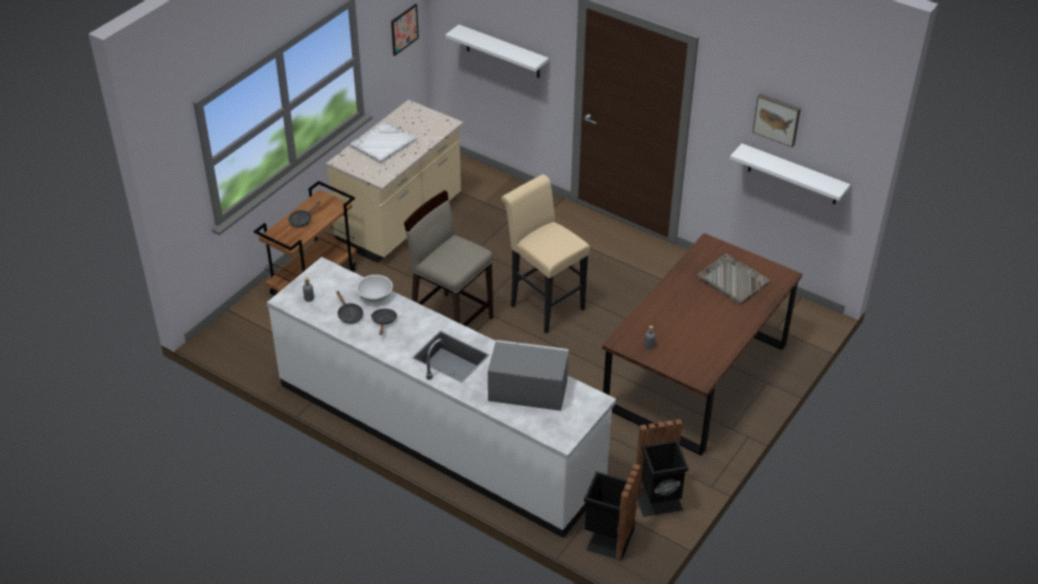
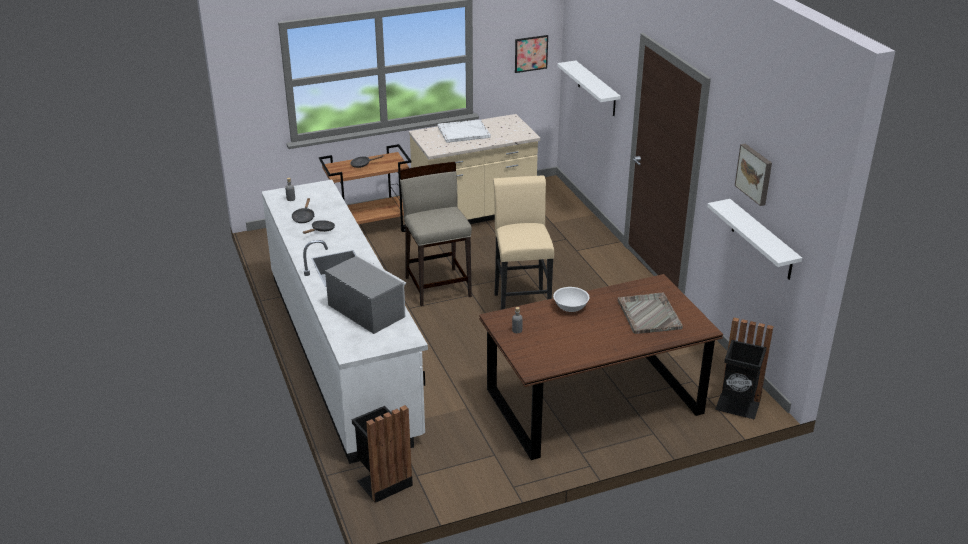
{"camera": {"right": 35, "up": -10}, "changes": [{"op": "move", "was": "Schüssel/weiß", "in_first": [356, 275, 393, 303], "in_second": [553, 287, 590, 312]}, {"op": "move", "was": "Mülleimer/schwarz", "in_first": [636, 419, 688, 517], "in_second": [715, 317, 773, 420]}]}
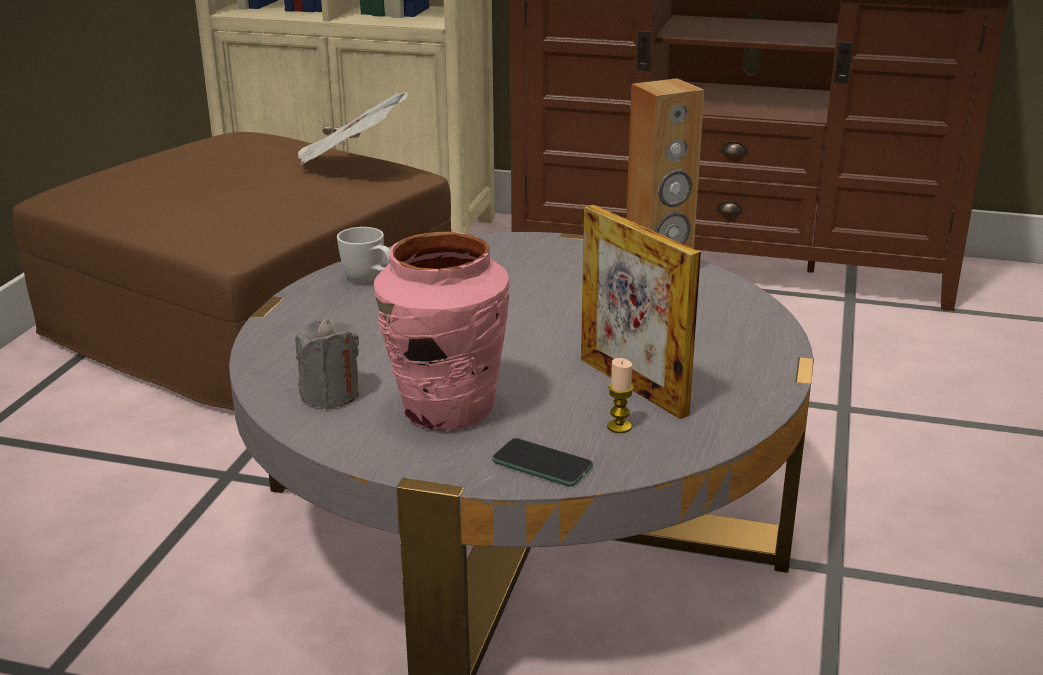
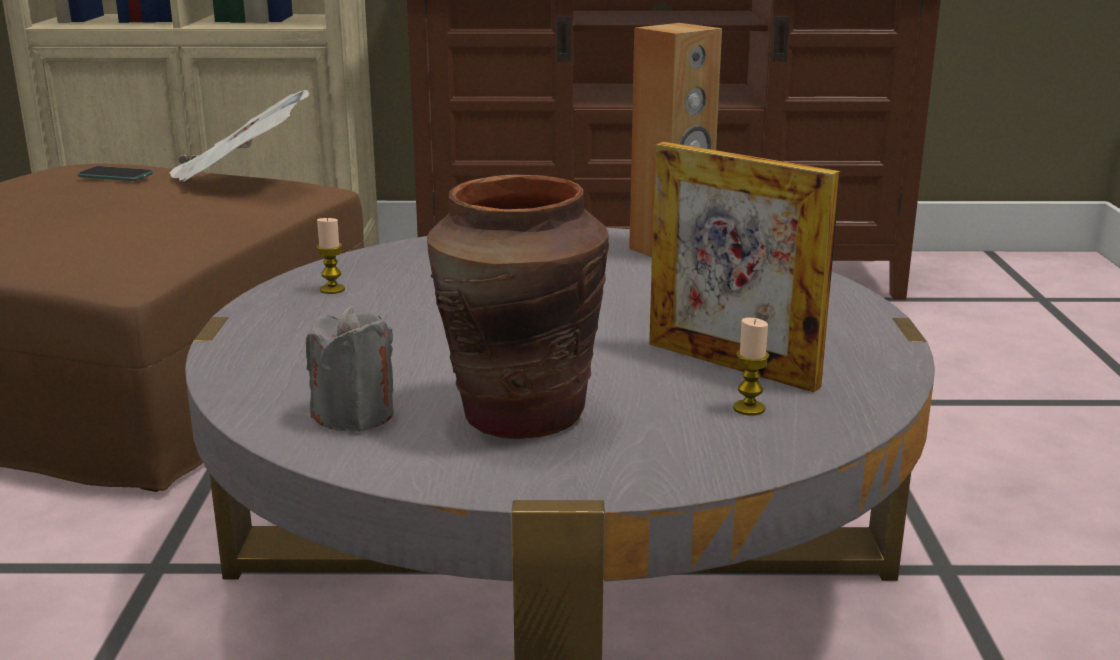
{"camera": {"right": -15, "up": -5}, "changes": [{"op": "move", "was": "Handy", "in_first": [492, 438, 593, 486], "in_second": [78, 166, 153, 181]}, {"op": "replace", "was": "Henkelbecher/weiß", "now": "Kerze", "in_first": [337, 227, 390, 282], "in_second": [316, 217, 345, 294]}, {"op": "recolor", "was": "Vase/rosa", "now": "Vase/braun", "in_first": [374, 232, 509, 430], "in_second": [427, 175, 609, 439]}]}
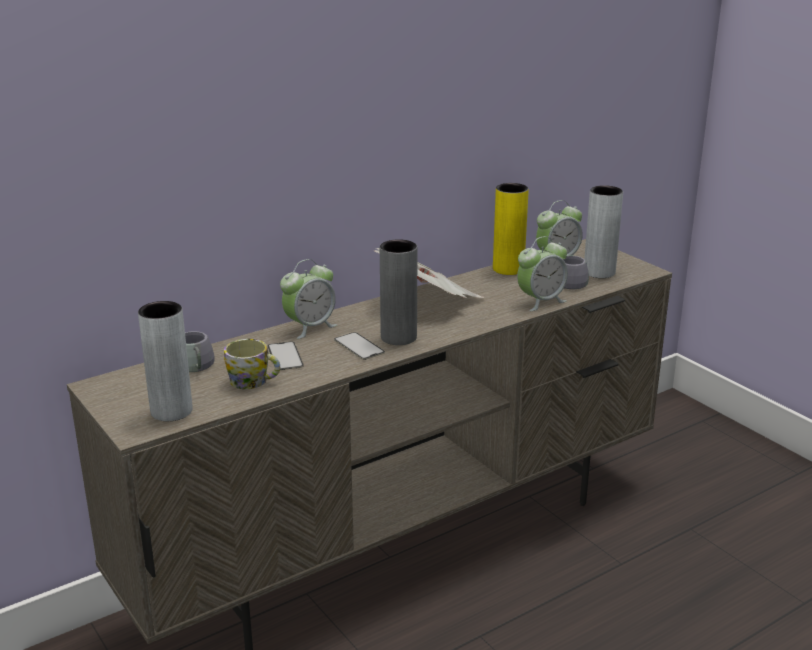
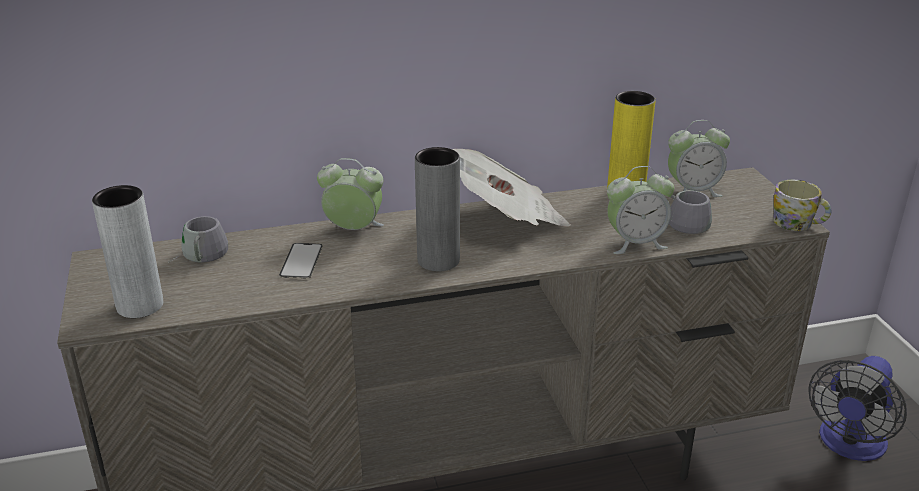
{"camera": {"right": 20, "up": 5}, "changes": [{"op": "delete", "was": "Handy", "in_first": [334, 332, 385, 360]}, {"op": "delete", "was": "Vase/grau", "in_first": [584, 185, 623, 278]}, {"op": "insert", "now": "Ventilator", "in_second": [808, 356, 907, 461]}, {"op": "move", "was": "Henkelbecher", "in_first": [224, 339, 280, 389], "in_second": [773, 180, 831, 231]}, {"op": "rotate", "was": "Wecker", "in_first": [280, 259, 337, 339], "in_second": [317, 158, 384, 230], "clockwise": -150}]}
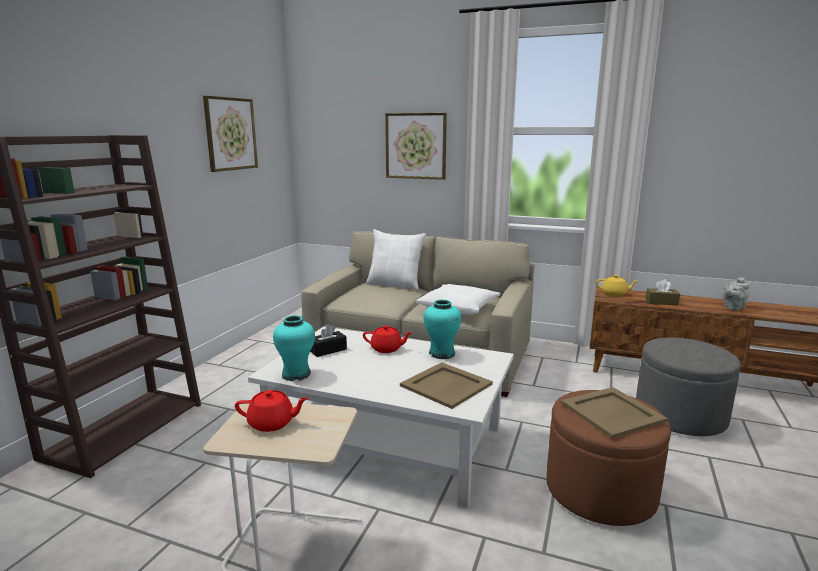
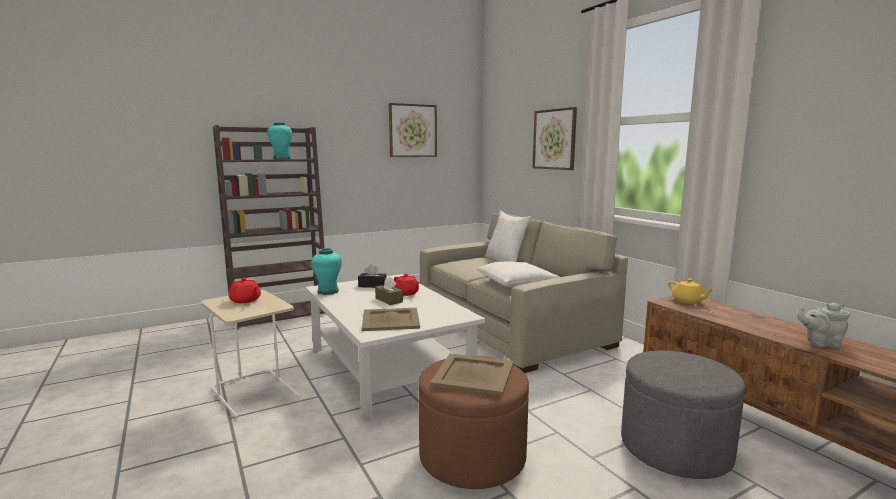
{"camera": {"right": 40, "up": -5}, "changes": [{"op": "move", "was": "Vase/türkis", "in_first": [423, 300, 462, 359], "in_second": [267, 122, 293, 159]}, {"op": "move", "was": "Taschentuchbox/braun", "in_first": [646, 279, 680, 306], "in_second": [375, 277, 403, 305]}]}
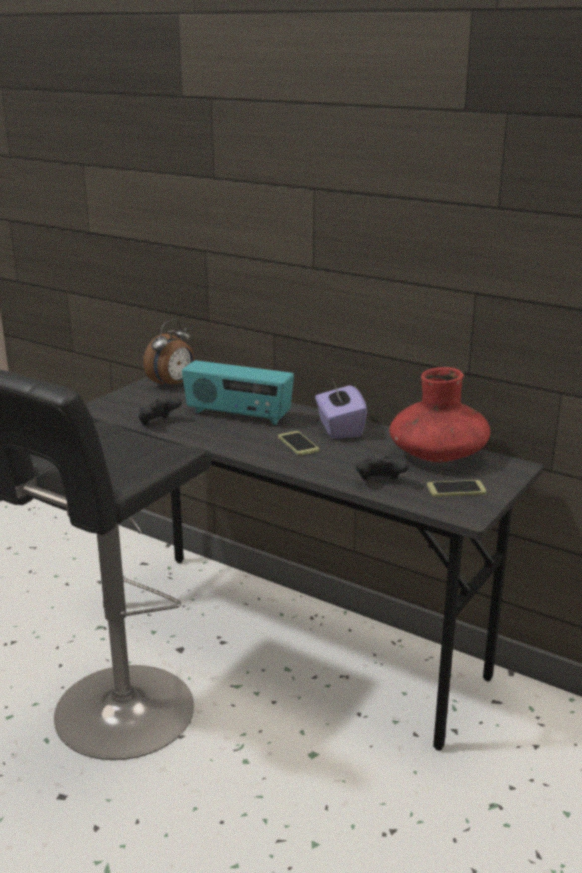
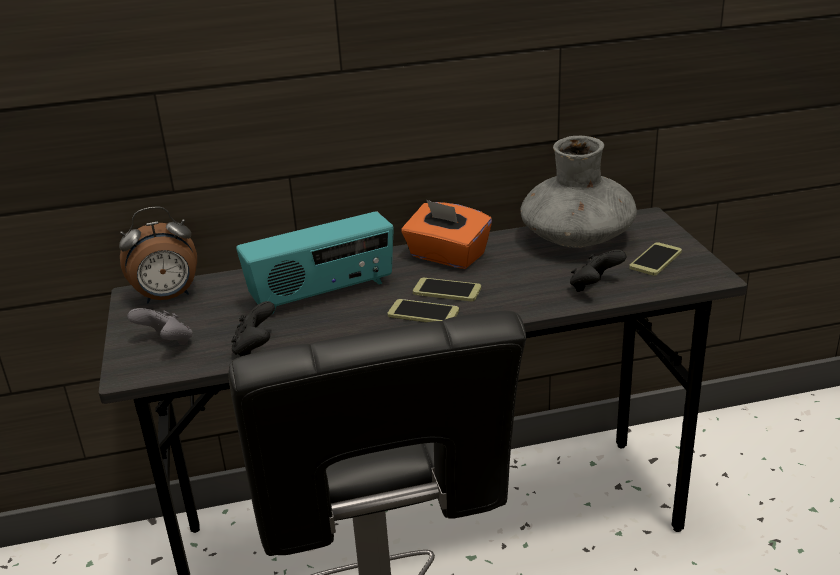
{"camera": {"right": -45, "up": 5}, "changes": [{"op": "insert", "now": "Gamepad/grau", "in_second": [127, 308, 193, 345]}, {"op": "insert", "now": "Handy", "in_second": [388, 299, 459, 322]}, {"op": "recolor", "was": "Taschentuchbox/lila", "now": "Taschentuchbox/orange", "in_first": [315, 379, 367, 439], "in_second": [401, 199, 492, 269]}, {"op": "recolor", "was": "Vase/rot", "now": "Vase/grau", "in_first": [389, 367, 490, 462], "in_second": [521, 136, 637, 248]}, {"op": "rotate", "was": "Wecker", "in_first": [143, 319, 194, 389], "in_second": [119, 207, 197, 303], "clockwise": 75}]}
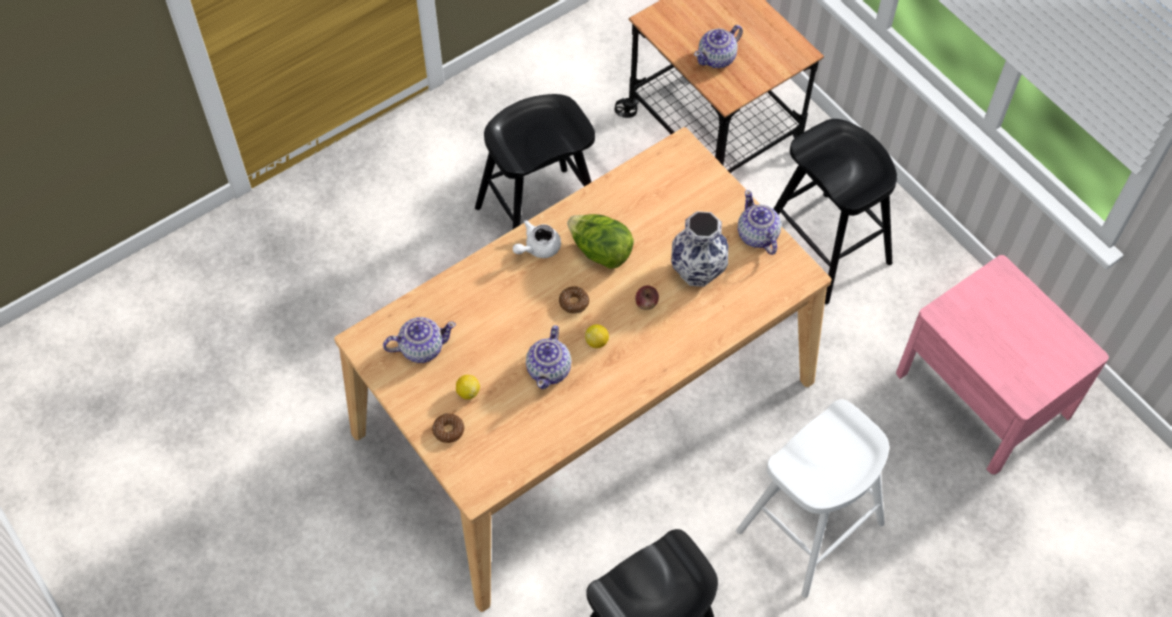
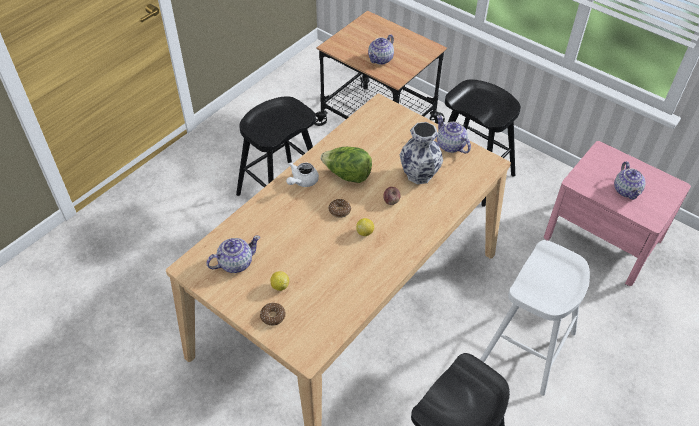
{"camera": {"right": -15, "up": -10}, "changes": [{"op": "move", "was": "Teekanne", "in_first": [526, 325, 571, 389], "in_second": [614, 161, 646, 200]}]}
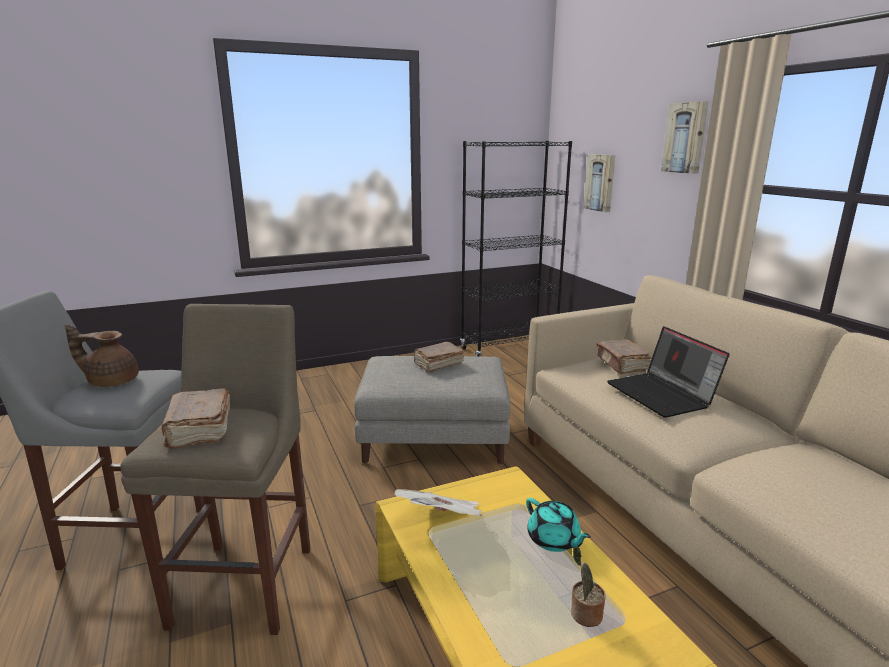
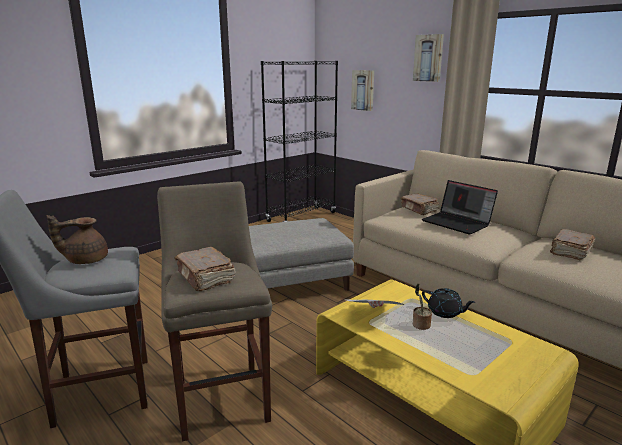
{"camera": {"right": -20, "up": 0}, "changes": [{"op": "move", "was": "Buch/braun", "in_first": [413, 342, 464, 373], "in_second": [550, 229, 595, 260]}, {"op": "move", "was": "Topfpflanze", "in_first": [571, 546, 606, 627], "in_second": [413, 283, 432, 330]}, {"op": "recolor", "was": "Teekanne/türkis", "now": "Teekanne/schwarz", "in_first": [526, 498, 591, 552], "in_second": [422, 288, 475, 318]}]}
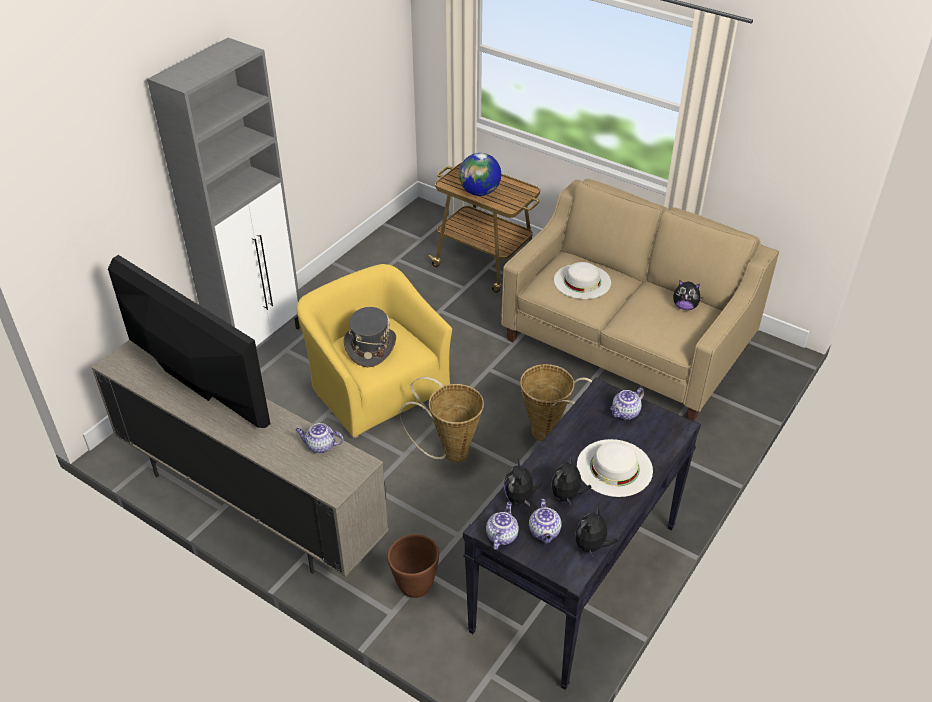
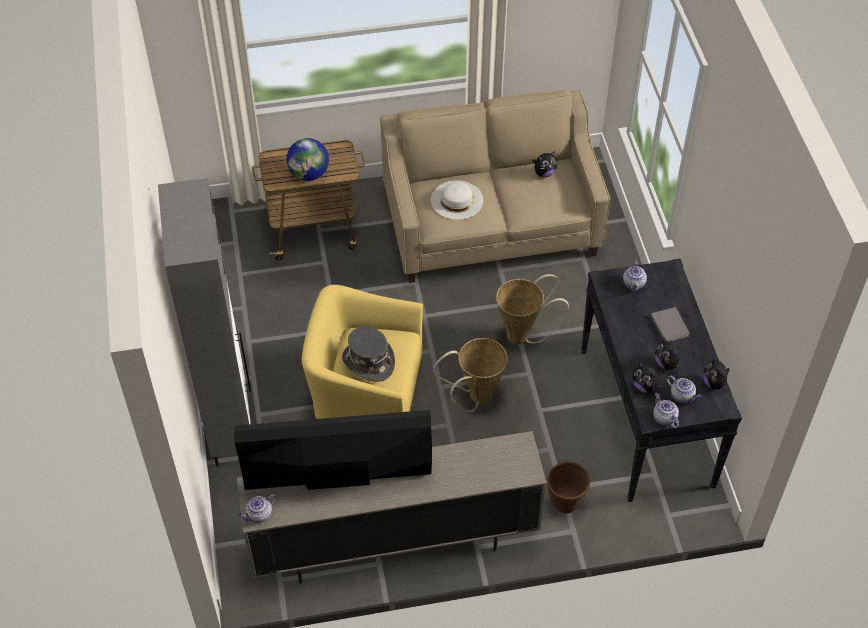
{"camera": {"right": -45, "up": 10}, "changes": [{"op": "move", "was": "Teekanne", "in_first": [295, 423, 344, 454], "in_second": [239, 494, 277, 523]}, {"op": "replace", "was": "Hut/weiß", "now": "Buch/grau", "in_first": [577, 439, 653, 497], "in_second": [651, 307, 690, 342]}]}
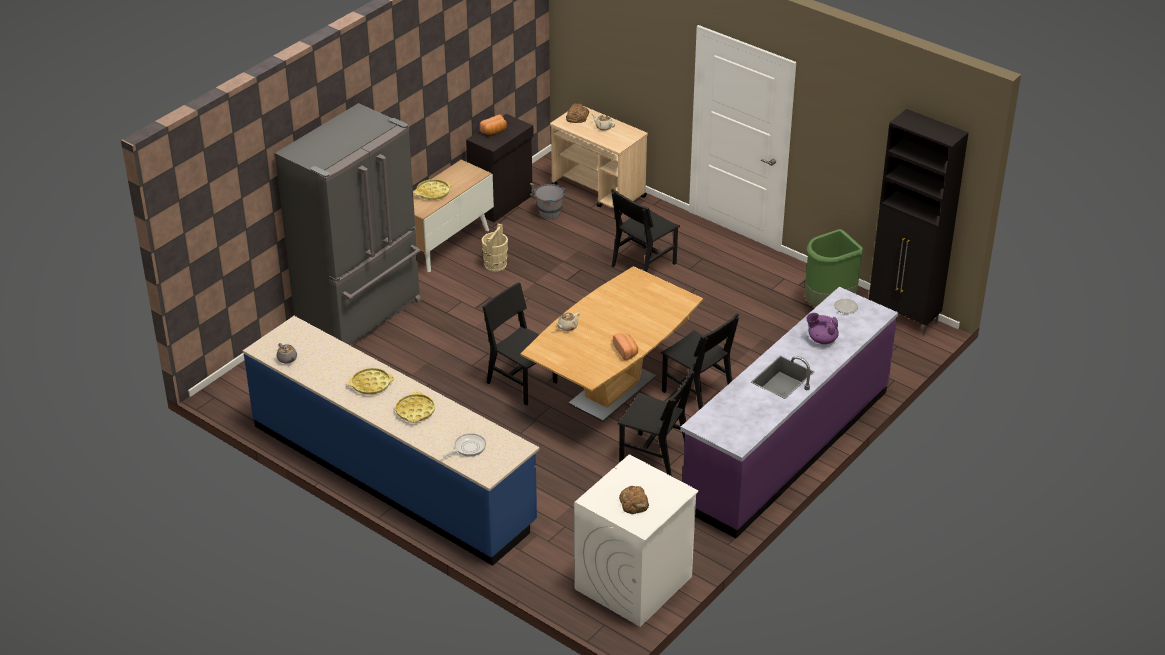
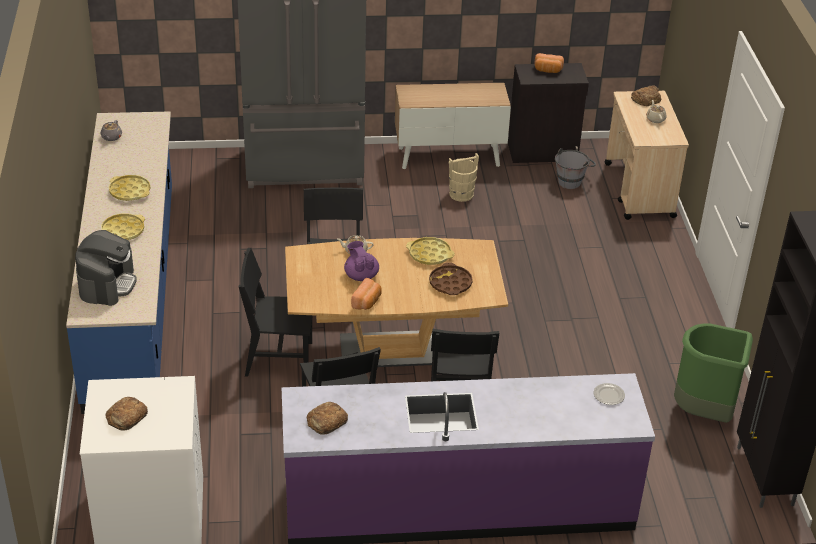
{"camera": {"right": 45, "up": 0}, "changes": [{"op": "insert", "now": "Brot", "in_second": [307, 402, 348, 435]}, {"op": "insert", "now": "Tablett/braun", "in_second": [429, 262, 473, 295]}, {"op": "move", "was": "Tablett/gelb", "in_first": [414, 179, 452, 200], "in_second": [406, 237, 455, 265]}, {"op": "move", "was": "Stuhl/schwarz", "in_first": [611, 188, 680, 272], "in_second": [239, 248, 313, 377]}, {"op": "move", "was": "Teekanne/lila", "in_first": [806, 313, 839, 344], "in_second": [344, 241, 379, 281]}, {"op": "replace", "was": "Pfanne", "now": "Kaffeemaschine", "in_first": [442, 433, 486, 457], "in_second": [75, 230, 137, 306]}]}
